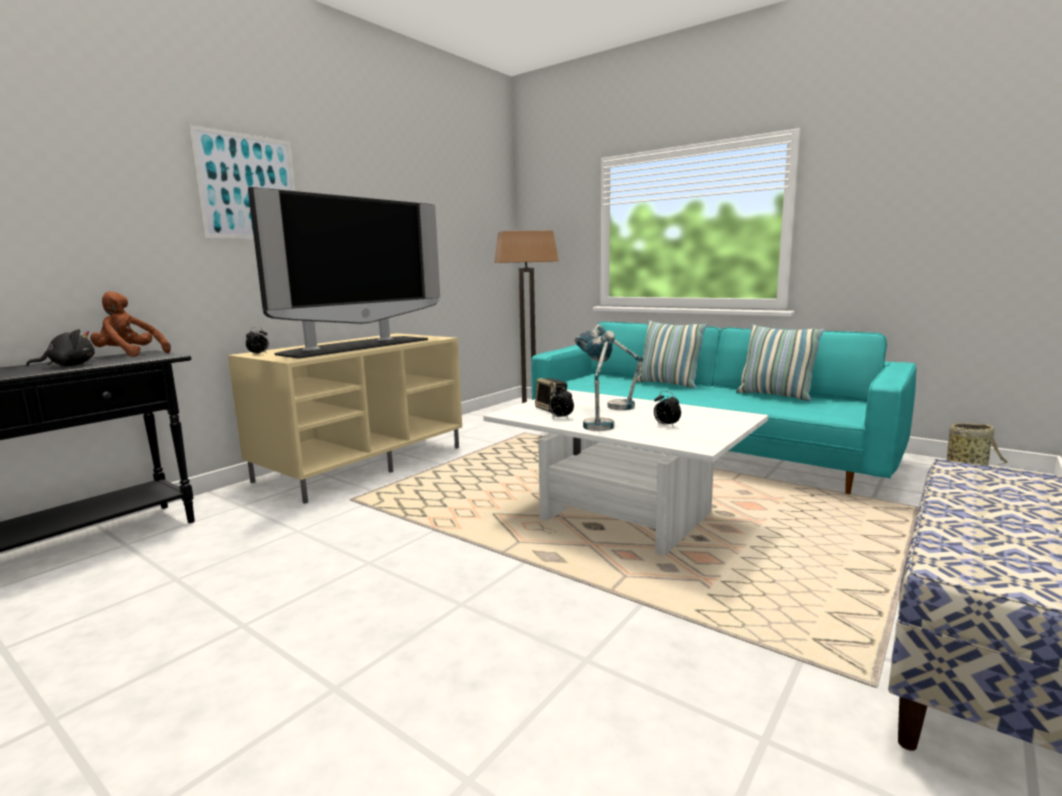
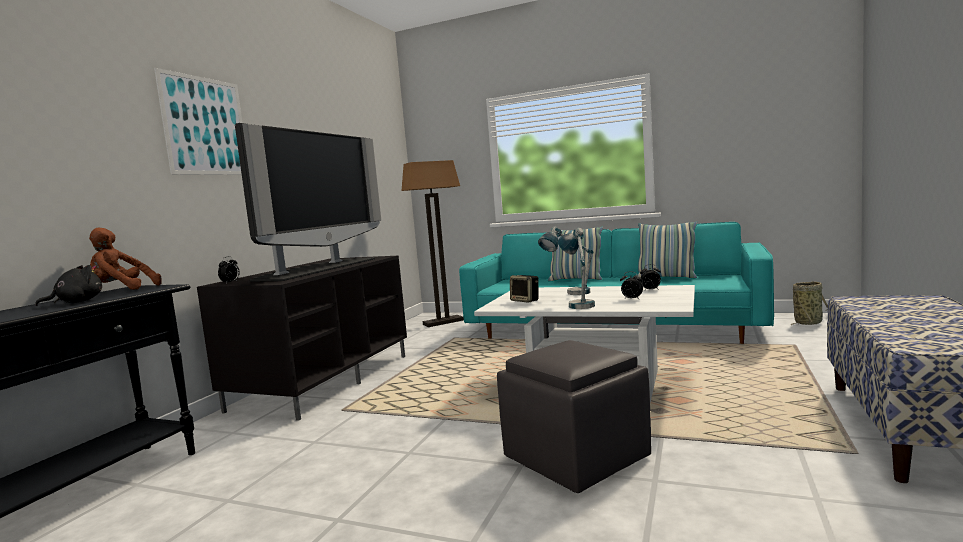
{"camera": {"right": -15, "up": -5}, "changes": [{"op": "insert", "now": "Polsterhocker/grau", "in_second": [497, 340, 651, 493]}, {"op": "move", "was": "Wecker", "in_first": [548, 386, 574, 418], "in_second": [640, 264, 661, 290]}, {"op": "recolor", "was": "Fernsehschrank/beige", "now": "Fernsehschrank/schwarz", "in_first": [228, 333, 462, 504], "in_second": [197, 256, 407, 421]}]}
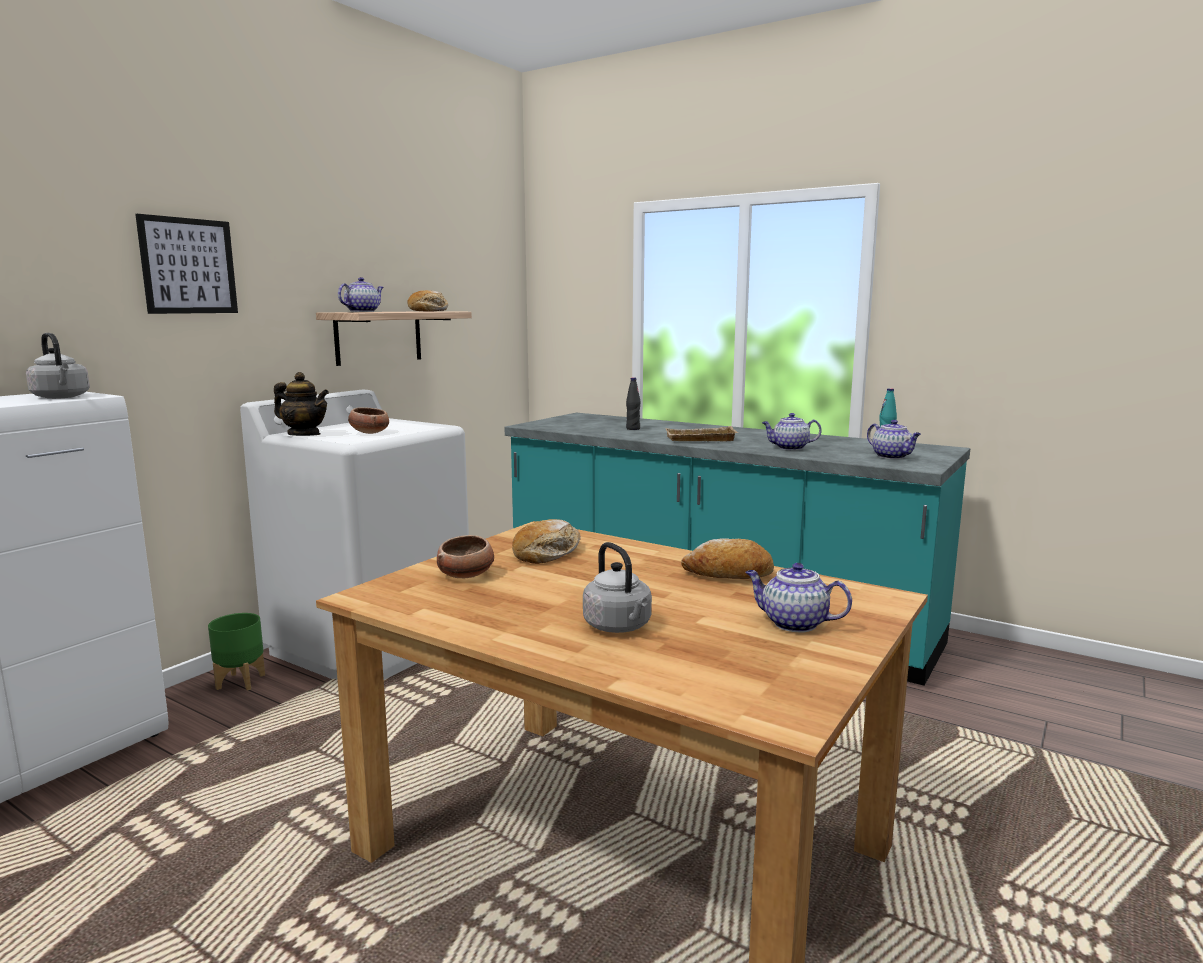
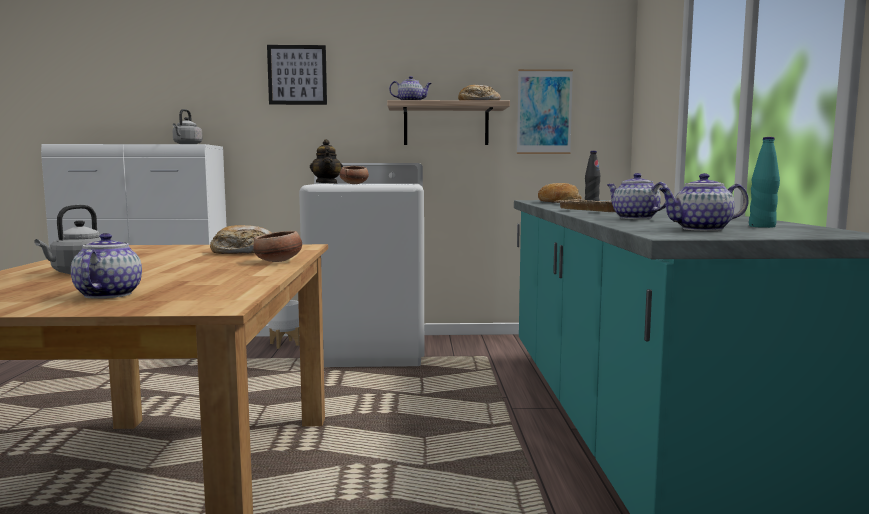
{"camera": {"right": 55, "up": -5}, "changes": [{"op": "insert", "now": "Bild", "in_second": [517, 69, 573, 154]}, {"op": "move", "was": "Schüssel", "in_first": [437, 535, 494, 578], "in_second": [253, 231, 302, 262]}, {"op": "move", "was": "Brot", "in_first": [681, 538, 774, 579], "in_second": [538, 183, 582, 203]}, {"op": "recolor", "was": "Pflanzkübel/grün", "now": "Pflanzkübel/weiß", "in_first": [208, 613, 265, 691], "in_second": [268, 300, 300, 349]}, {"op": "rotate", "was": "Teekanne", "in_first": [867, 420, 921, 459], "in_second": [659, 173, 749, 231], "clockwise": 60}]}
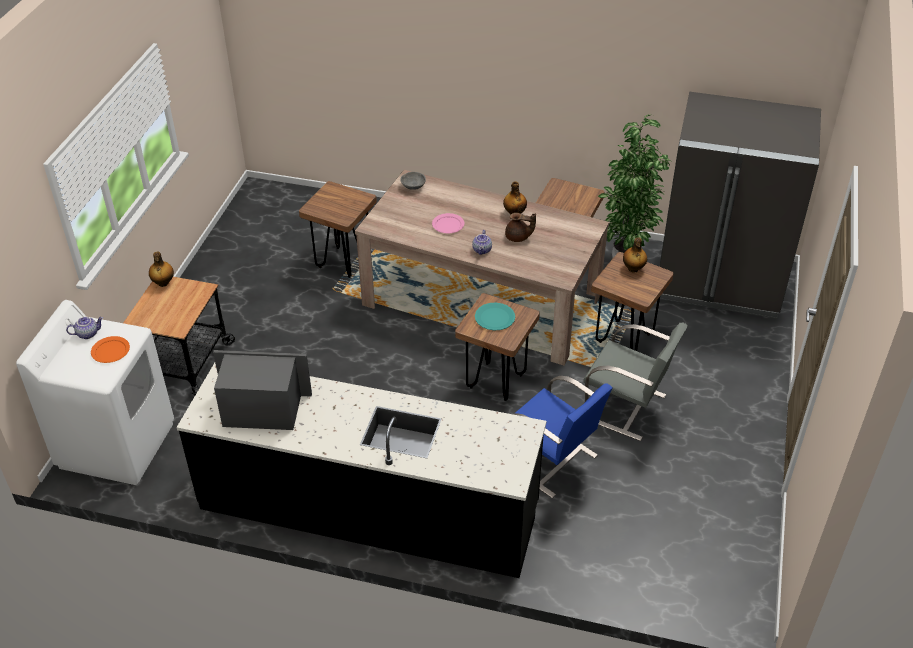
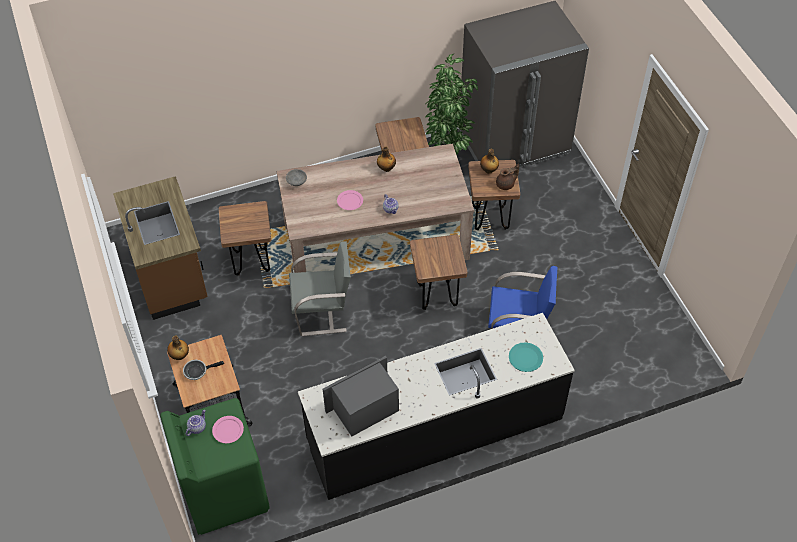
{"camera": {"right": -35, "up": 10}, "changes": [{"op": "insert", "now": "Küchenzeile/braun", "in_second": [113, 176, 208, 320]}, {"op": "insert", "now": "Pfanne", "in_second": [183, 360, 224, 380]}, {"op": "move", "was": "Teller/türkis", "in_first": [475, 302, 515, 331], "in_second": [509, 342, 543, 372]}, {"op": "move", "was": "Teekanne/braun", "in_first": [505, 213, 536, 242], "in_second": [496, 164, 519, 190]}, {"op": "move", "was": "Stuhl/grau", "in_first": [583, 322, 688, 441], "in_second": [289, 241, 351, 336]}, {"op": "recolor", "was": "Waschmaschine/weiß", "now": "Waschmaschine/grün", "in_first": [16, 300, 174, 485], "in_second": [160, 398, 270, 535]}, {"op": "recolor", "was": "Teller/orange", "now": "Teller/rosa", "in_first": [91, 336, 130, 363], "in_second": [212, 416, 244, 443]}]}
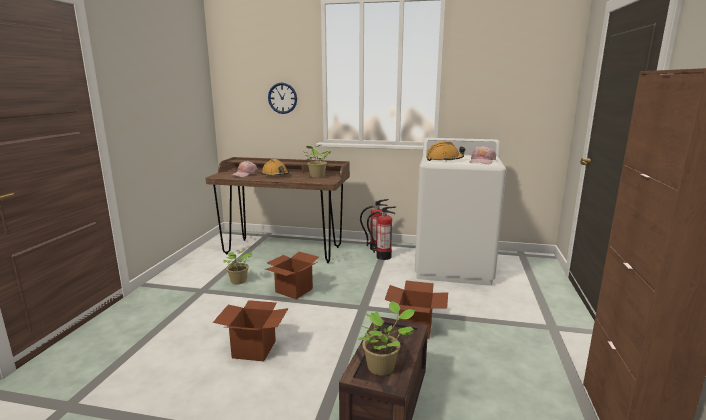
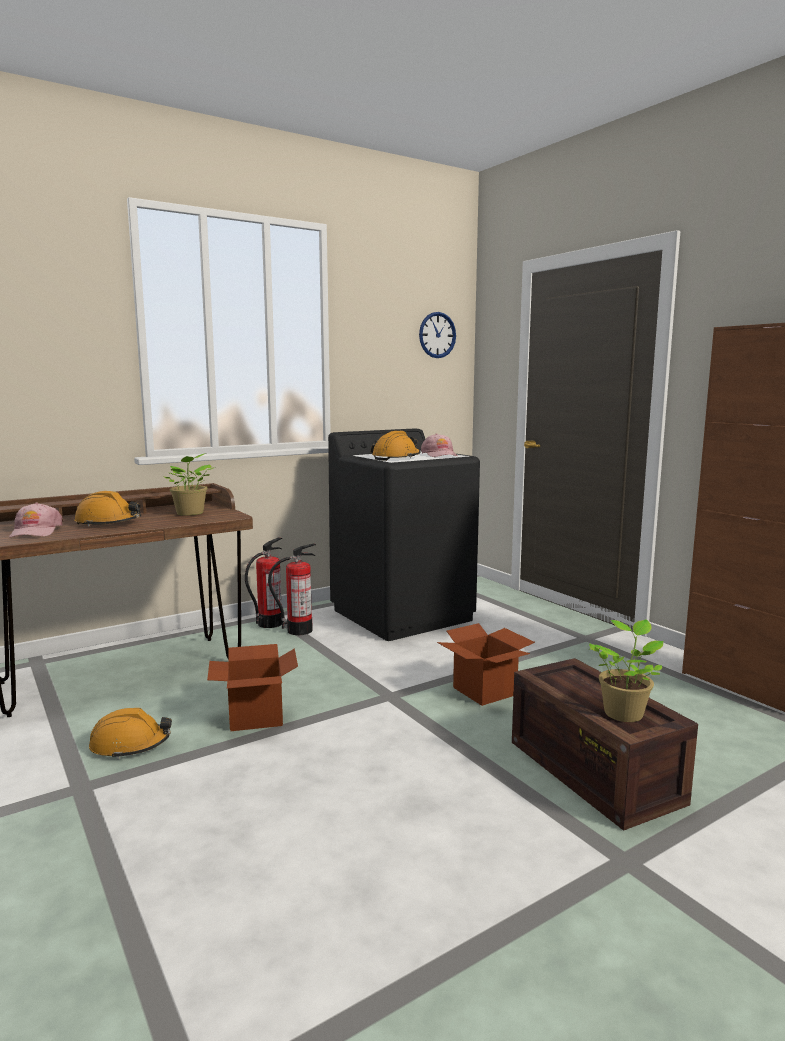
{"camera": {"right": -45, "up": -5}, "changes": [{"op": "delete", "was": "Karton", "in_first": [213, 300, 289, 361]}, {"op": "move", "was": "Wanduhr", "in_first": [268, 83, 297, 114], "in_second": [419, 312, 456, 358]}, {"op": "replace", "was": "Topfpflanze", "now": "Schutzhelm/orange", "in_first": [223, 250, 252, 284], "in_second": [89, 708, 172, 759]}, {"op": "recolor", "was": "Waschmaschine/weiß", "now": "Waschmaschine/schwarz", "in_first": [415, 138, 506, 286], "in_second": [328, 428, 480, 641]}]}
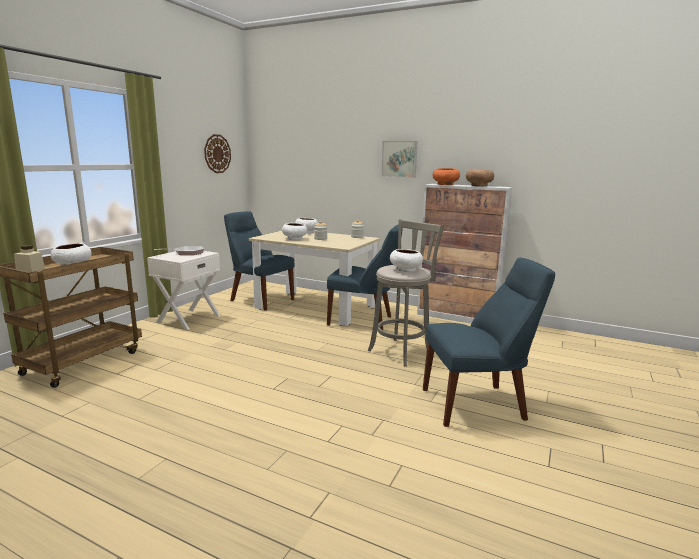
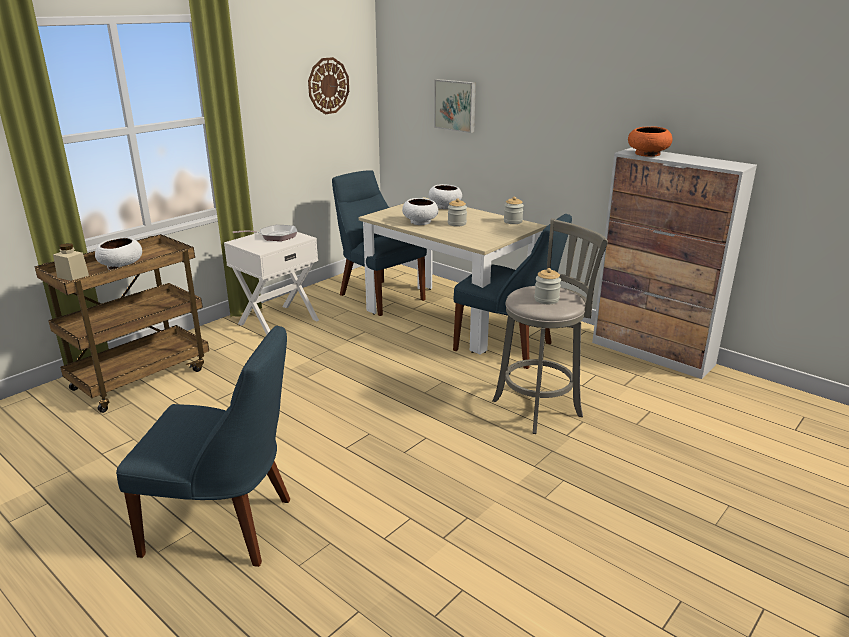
{"camera": {"right": 15, "up": 10}, "changes": [{"op": "delete", "was": "Schüssel/braun", "in_first": [466, 169, 494, 187]}, {"op": "move", "was": "Bild", "in_first": [381, 141, 418, 178], "in_second": [434, 79, 476, 133]}, {"op": "move", "was": "Stuhl/blau", "in_first": [423, 258, 555, 427], "in_second": [116, 325, 290, 567]}, {"op": "replace", "was": "Schüssel/weiß", "now": "Vorratsglas", "in_first": [390, 249, 423, 272], "in_second": [534, 268, 561, 304]}]}
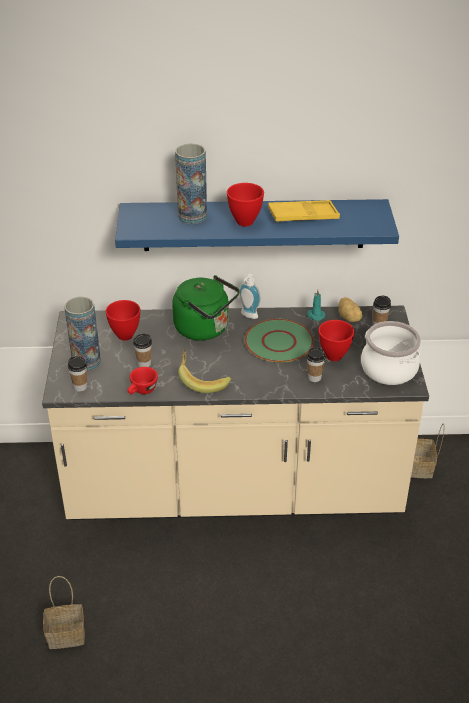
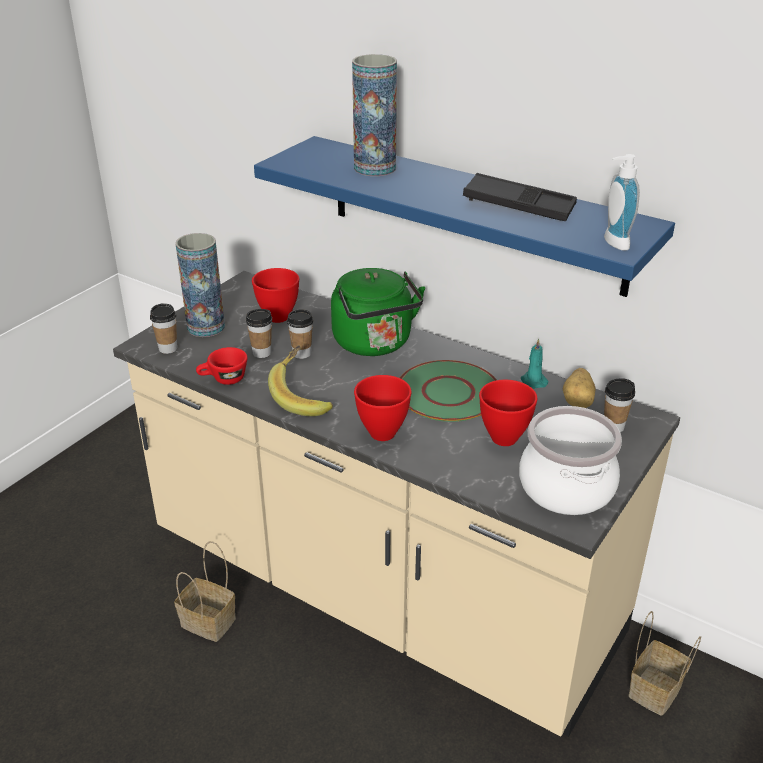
{"camera": {"right": 35, "up": -5}, "changes": [{"op": "move", "was": "Korb", "in_first": [43, 576, 85, 649], "in_second": [174, 541, 236, 642]}, {"op": "move", "was": "Schüssel/rot", "in_first": [227, 183, 264, 227], "in_second": [354, 375, 411, 441]}, {"op": "move", "was": "Seifenspender", "in_first": [239, 274, 261, 319], "in_second": [604, 154, 640, 251]}, {"op": "move", "was": "Tasse", "in_first": [307, 347, 326, 382], "in_second": [287, 309, 313, 359]}, {"op": "recolor", "was": "Tablett/gelb", "now": "Tablett/schwarz", "in_first": [268, 200, 340, 222], "in_second": [463, 173, 577, 221]}]}
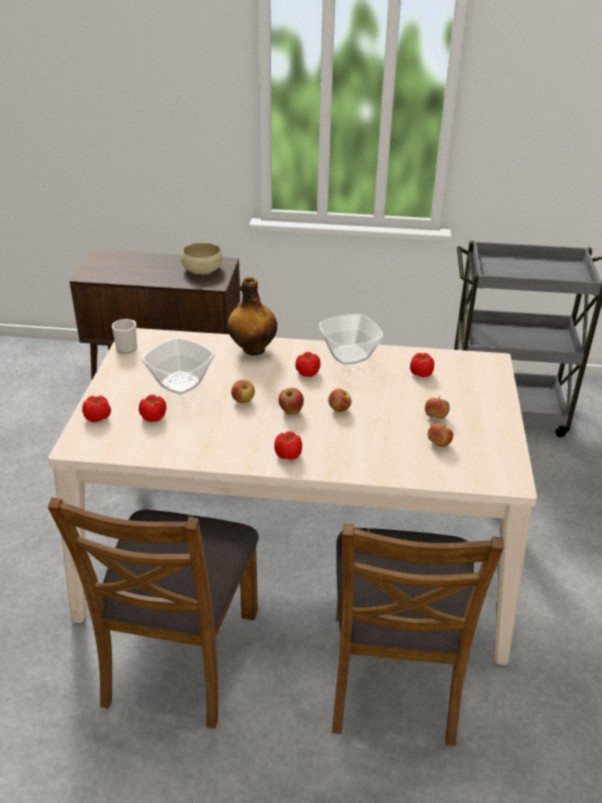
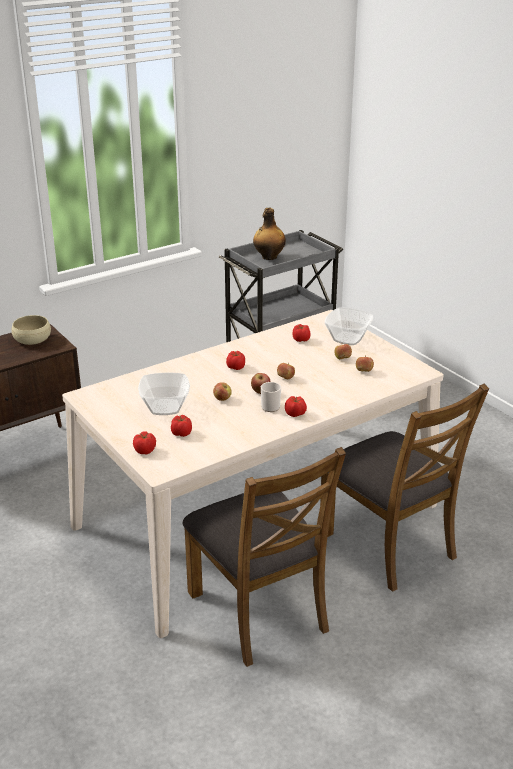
{"camera": {"right": -40, "up": -5}, "changes": [{"op": "move", "was": "Henkelbecher", "in_first": [112, 319, 137, 353], "in_second": [261, 382, 281, 412]}, {"op": "move", "was": "Flasche", "in_first": [227, 277, 277, 355], "in_second": [253, 208, 286, 260]}, {"op": "move", "was": "Schüssel", "in_first": [319, 314, 384, 365], "in_second": [325, 307, 373, 345]}]}
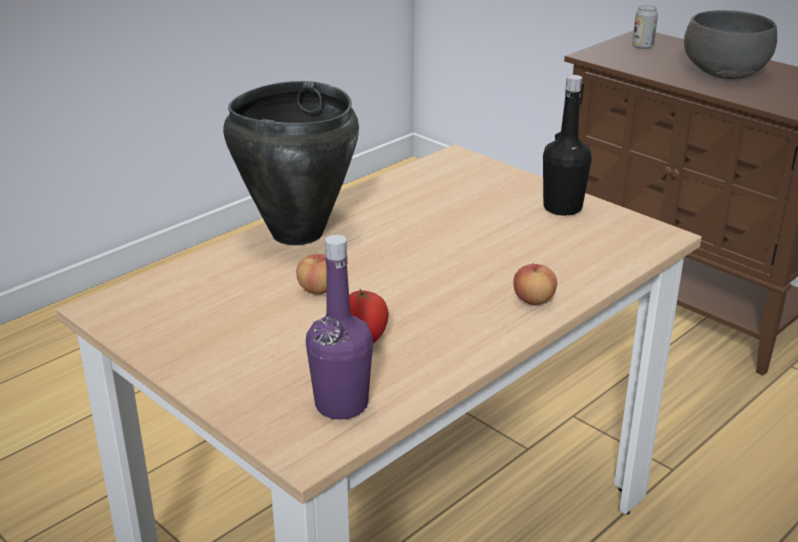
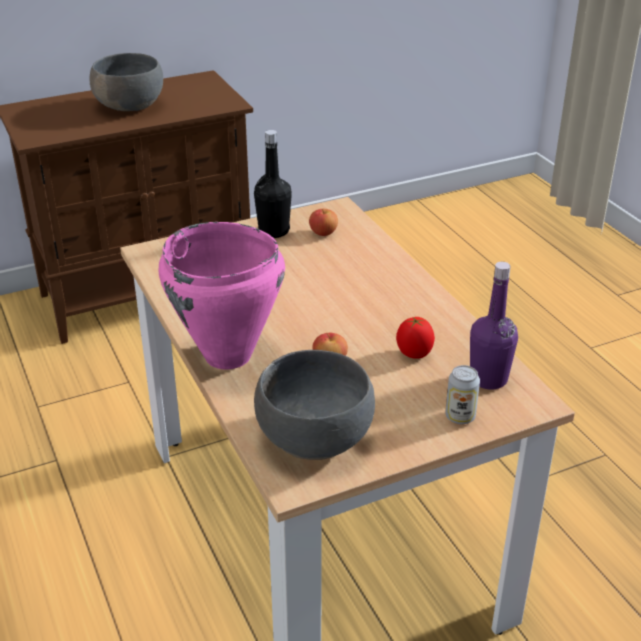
{"camera": {"right": -70, "up": 5}, "changes": [{"op": "insert", "now": "Schüssel/grau", "in_second": [254, 350, 375, 460]}, {"op": "move", "was": "Apfel", "in_first": [513, 263, 557, 305], "in_second": [309, 209, 338, 236]}, {"op": "move", "was": "Dose", "in_first": [632, 5, 658, 49], "in_second": [445, 365, 480, 424]}, {"op": "recolor", "was": "Kochtopf/schwarz", "now": "Kochtopf/rosa", "in_first": [223, 81, 359, 245], "in_second": [159, 222, 285, 370]}]}
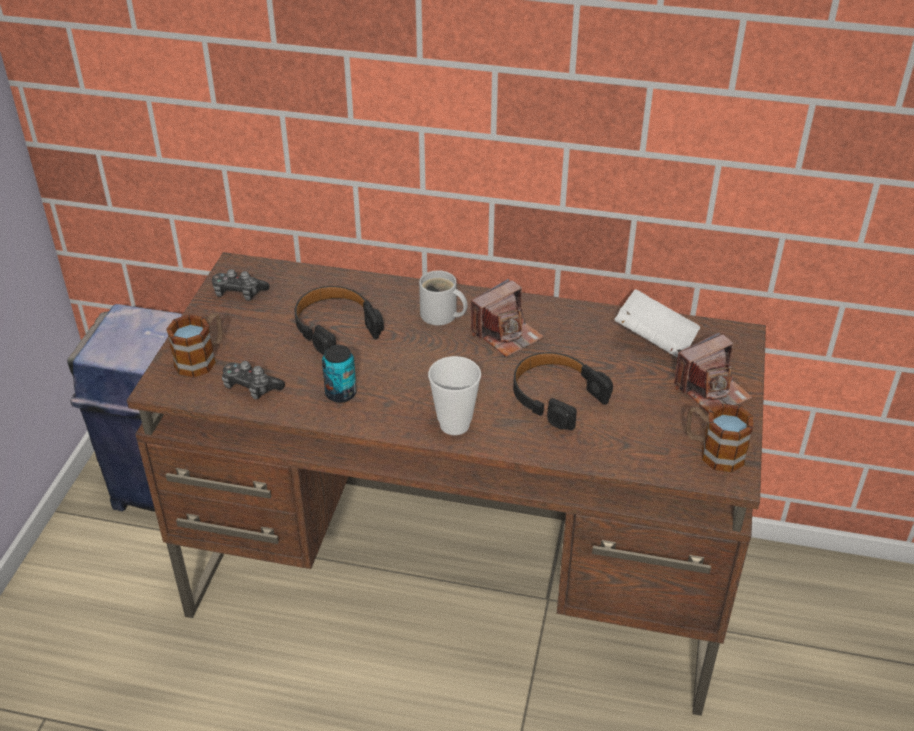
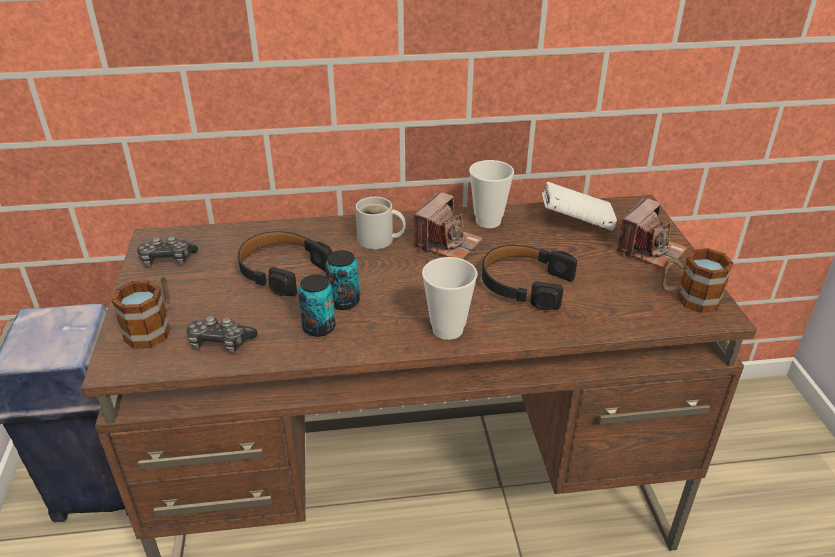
{"camera": {"right": -20, "up": -5}, "changes": [{"op": "insert", "now": "Dose", "in_second": [325, 250, 360, 310]}, {"op": "insert", "now": "Tasse", "in_second": [469, 160, 514, 228]}]}
